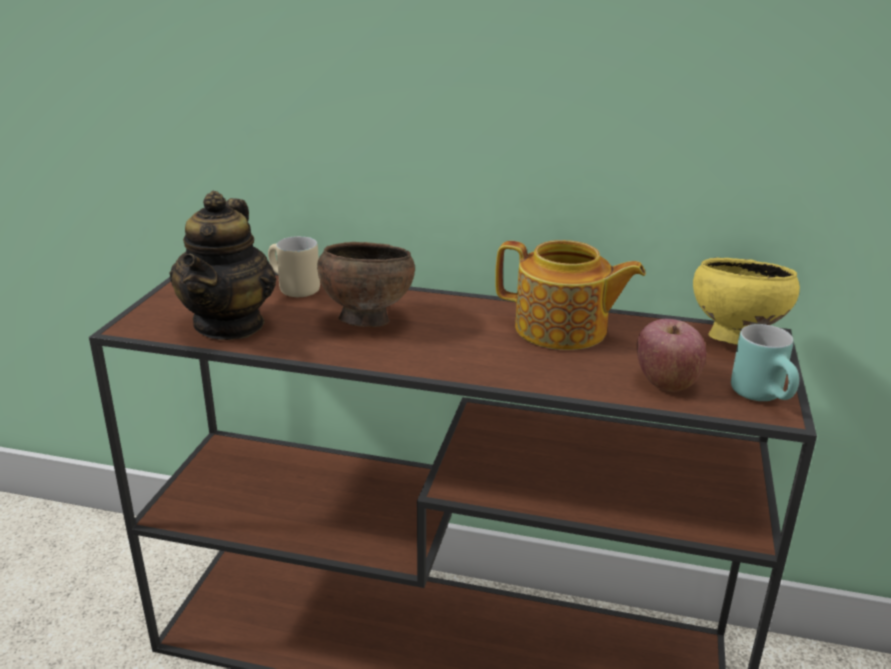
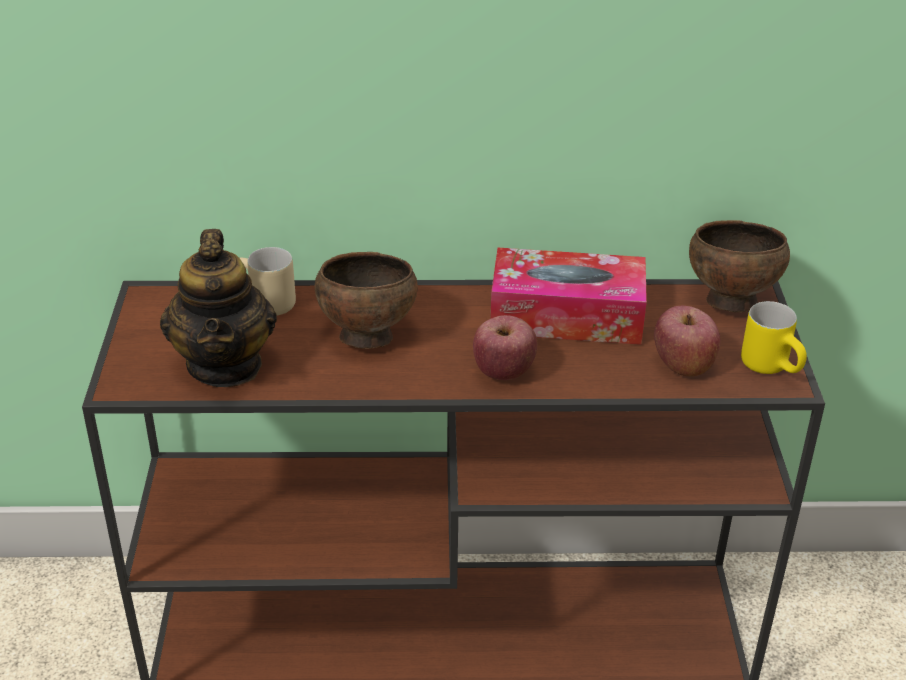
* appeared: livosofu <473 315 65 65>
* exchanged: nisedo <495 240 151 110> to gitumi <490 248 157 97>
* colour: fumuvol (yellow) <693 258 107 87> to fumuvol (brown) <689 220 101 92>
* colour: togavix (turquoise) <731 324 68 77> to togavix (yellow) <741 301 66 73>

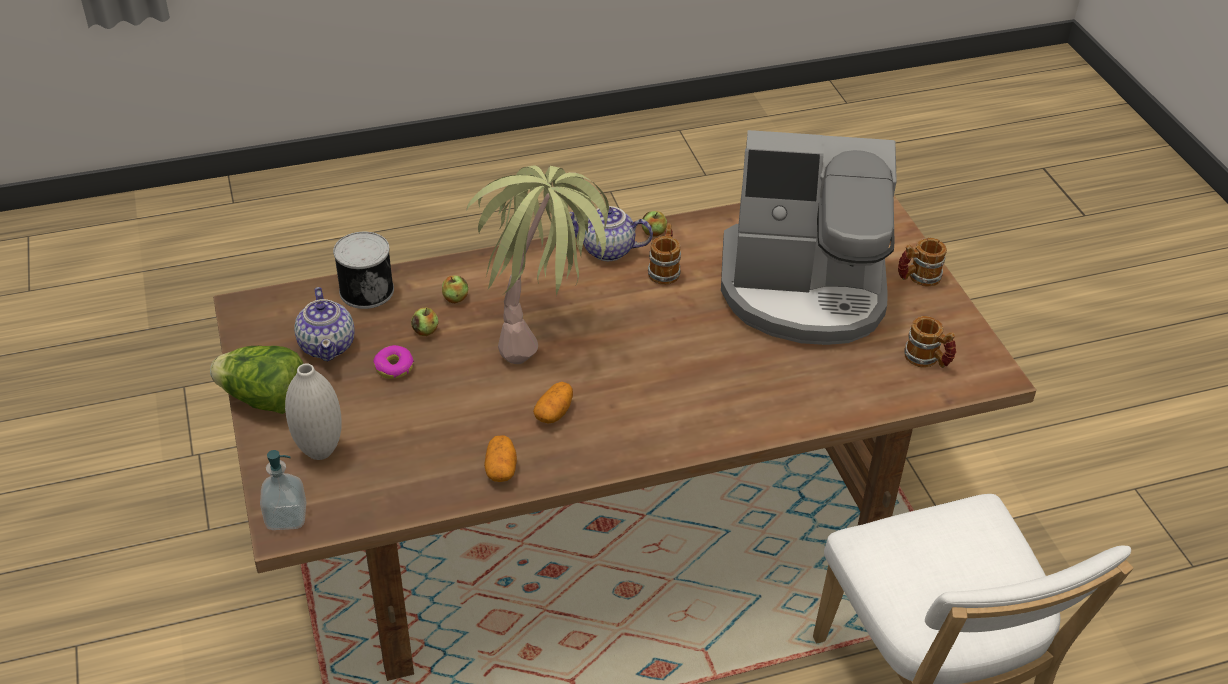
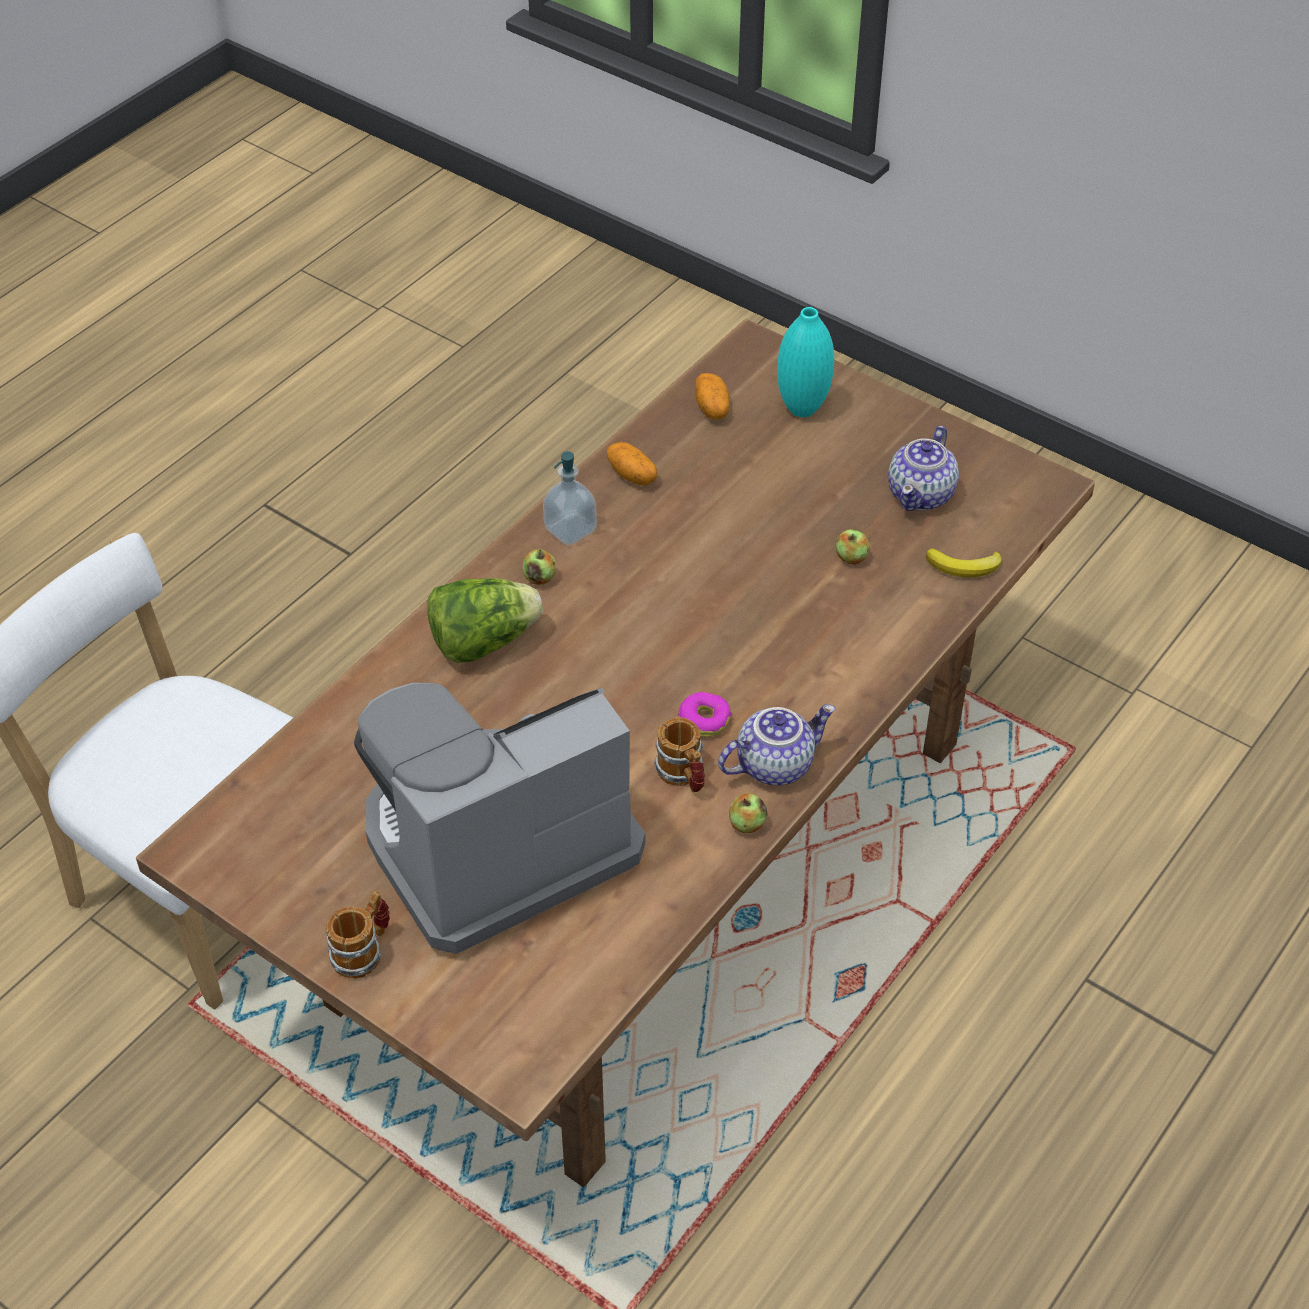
* missing: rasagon <466 165 149 199>
* missing: togavix <904 316 52 52>
* relocated: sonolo <210 346 94 68> to <427 578 116 85>
* relocated: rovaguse <260 450 46 80> to <543 451 54 94>
* relocated: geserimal <373 345 41 34> to <678 692 53 45>
* relocated: livosofu <442 275 26 28> to <522 549 34 36>
* relocated: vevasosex <533 382 40 42> to <695 373 35 47>
* exchanged: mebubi <333 232 61 77> to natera <926 548 76 29>
* colour: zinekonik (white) <285 363 57 97> to zinekonik (turquoise) <777 307 57 110>
* spun: nisedo <294 287 61 74> = <888 426 71 85> 105 degrees counterclockwise

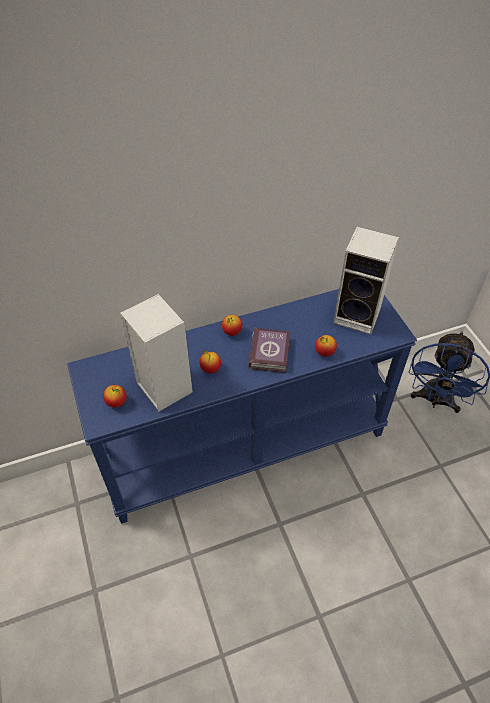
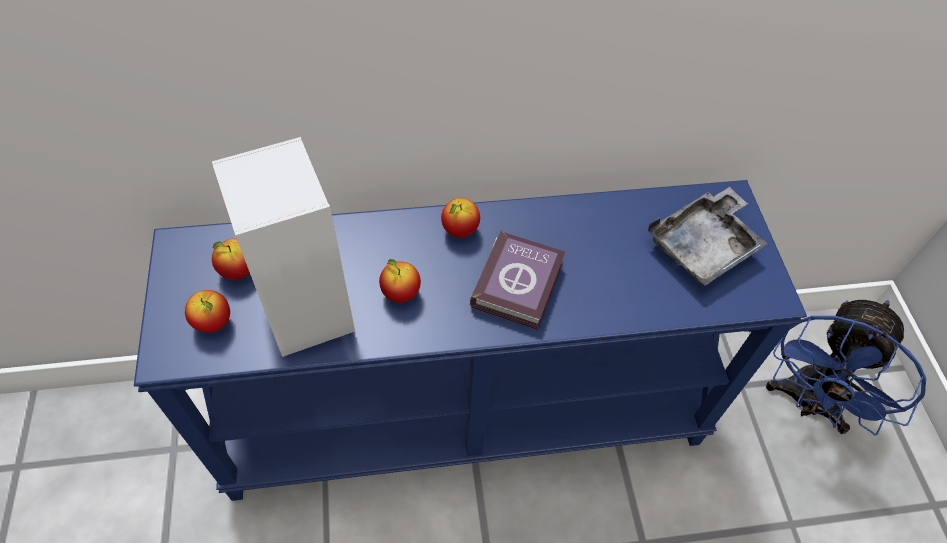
* relocated: livosofu <315 335 22 22> to <212 238 38 42>
* exchanged: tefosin <333 227 66 108> to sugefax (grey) <648 187 120 99>

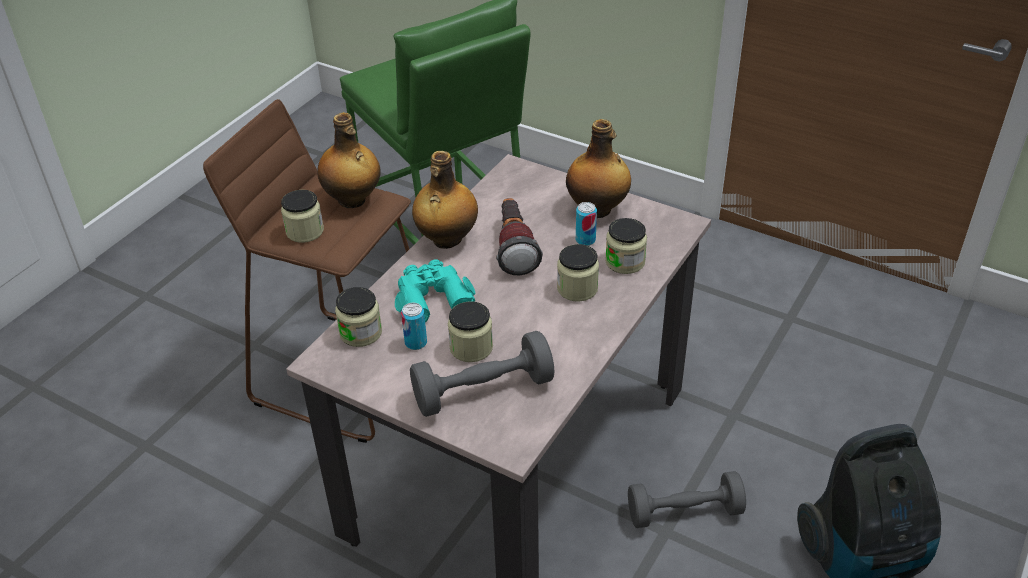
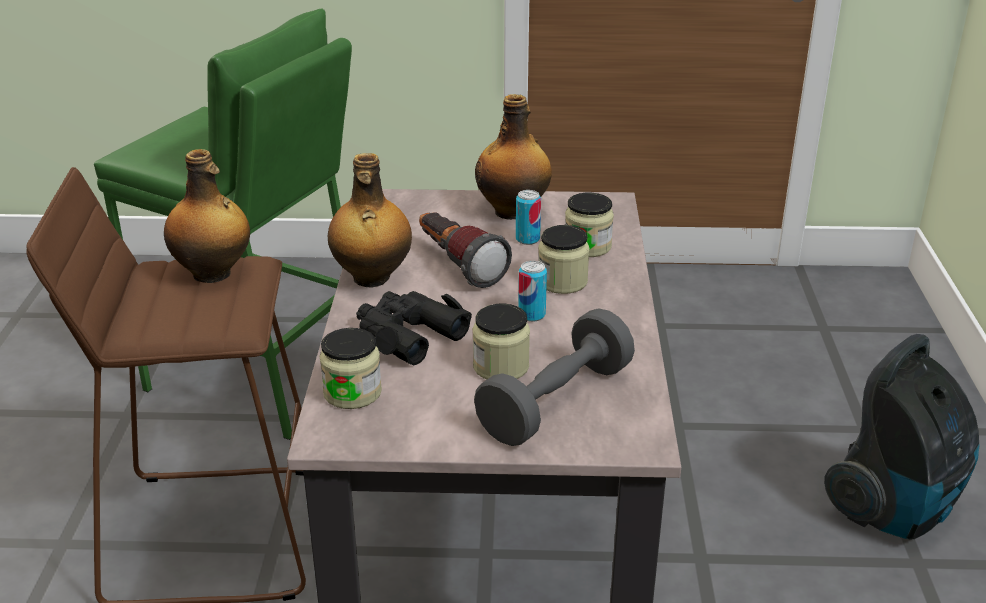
* missing: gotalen <281 190 43 53>
* missing: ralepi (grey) <628 471 118 57>
* relocated: mebubi <401 303 26 47> to <518 261 29 61>
* colour: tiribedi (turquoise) <395 259 80 63> to tiribedi (black) <356 291 116 74>

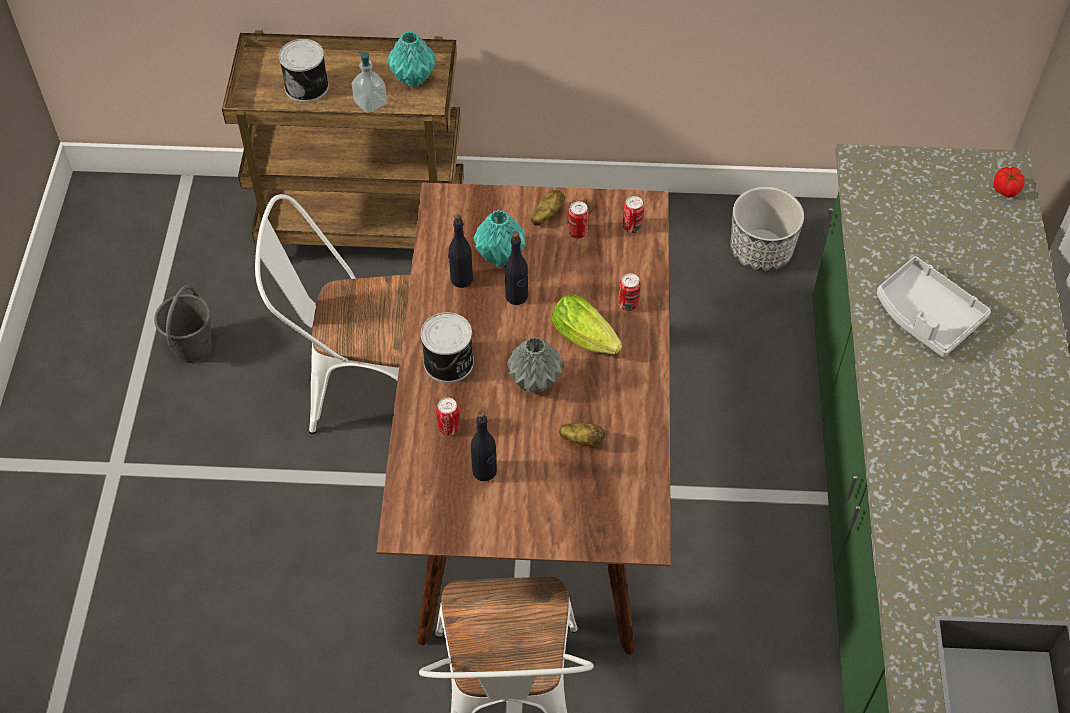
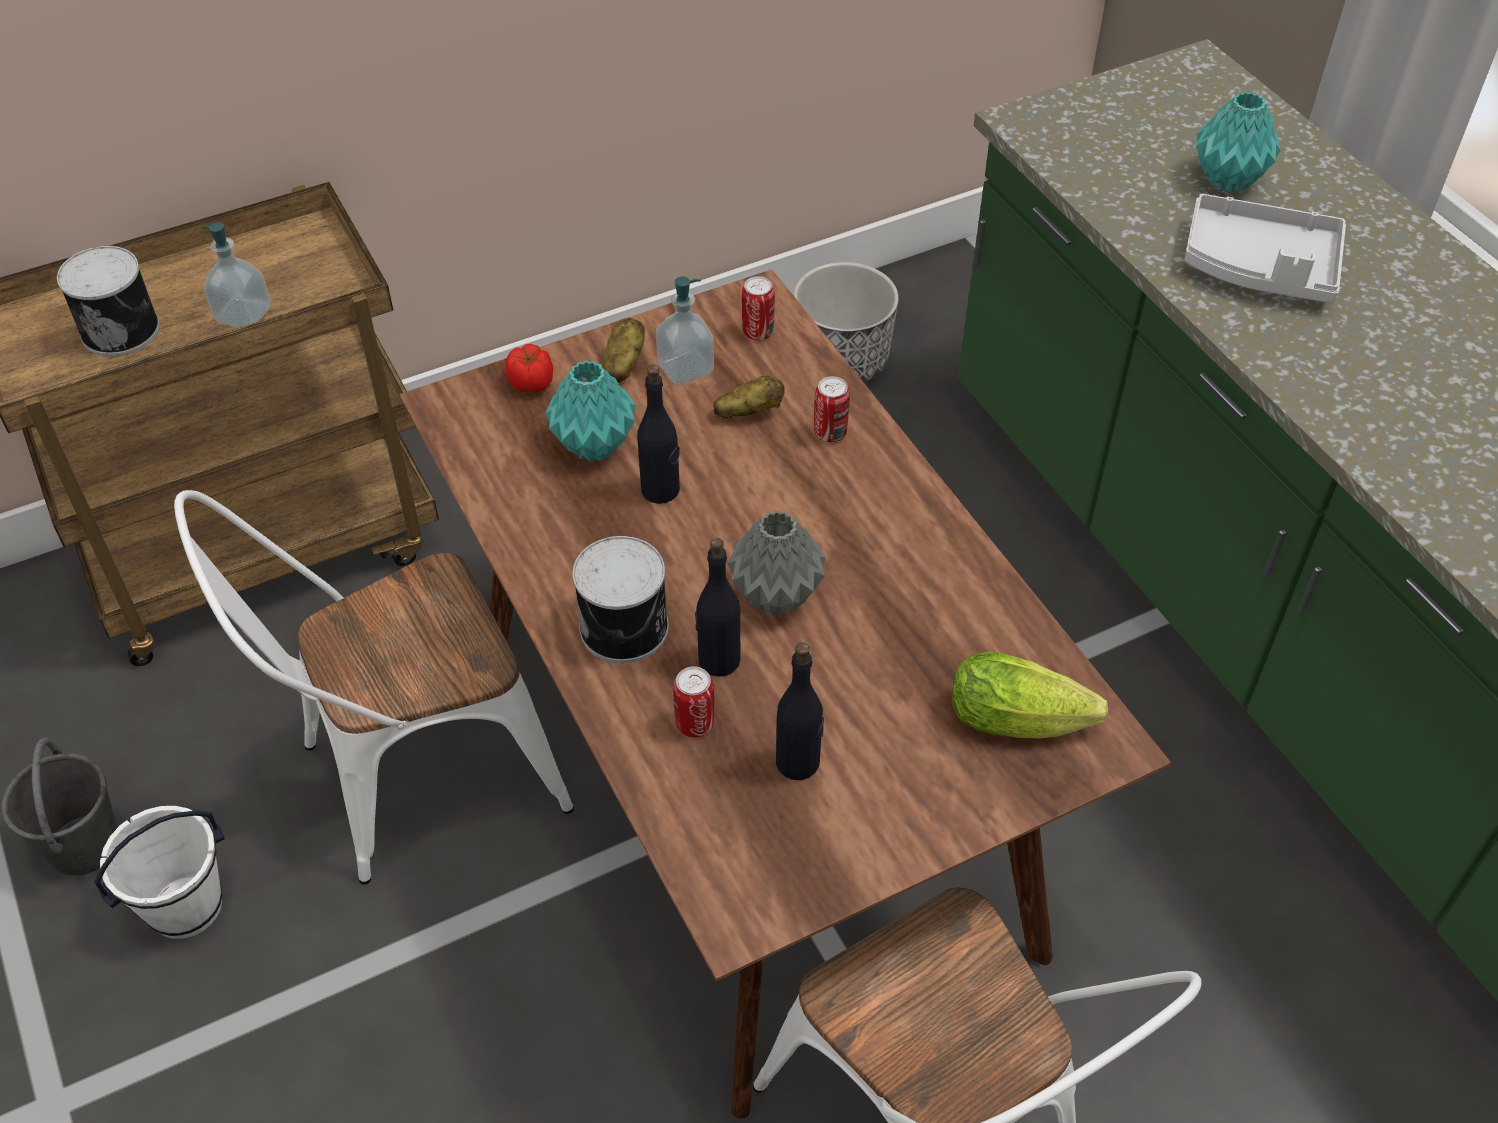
* appeared: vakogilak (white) <94 806 130 133>
* relocated: zinekonik (turquoise) <387 31 49 56> to <1196 91 85 102>
* relocated: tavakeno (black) <448 214 25 74> to <695 538 45 139>
* relocated: sonolo <552 294 71 60> to <952 651 156 87>
* relocated: vevasosex <559 423 46 24> to <714 375 71 43>
* relocated: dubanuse <994 167 31 30> to <505 344 48 49>
* exchanged: mebubi <568 201 21 38> to rovaguse <656 277 58 108>

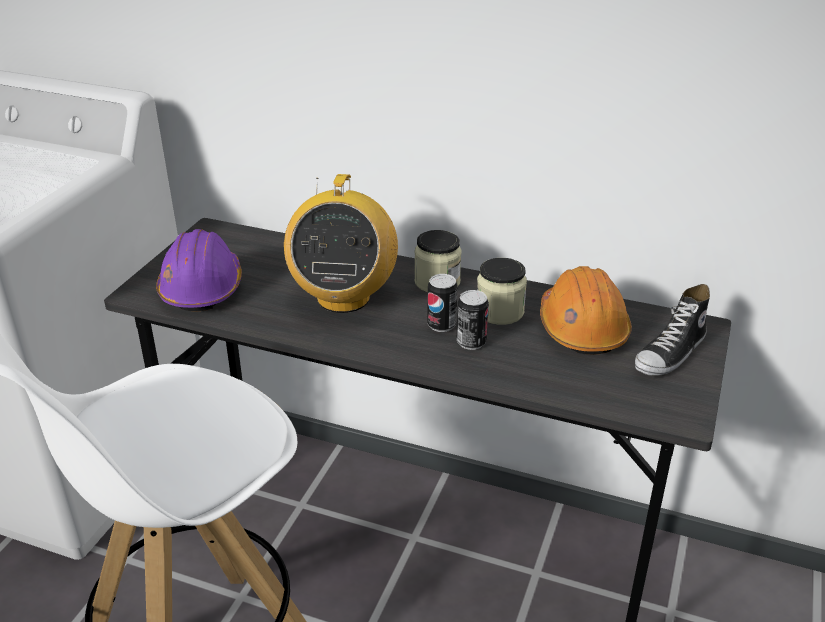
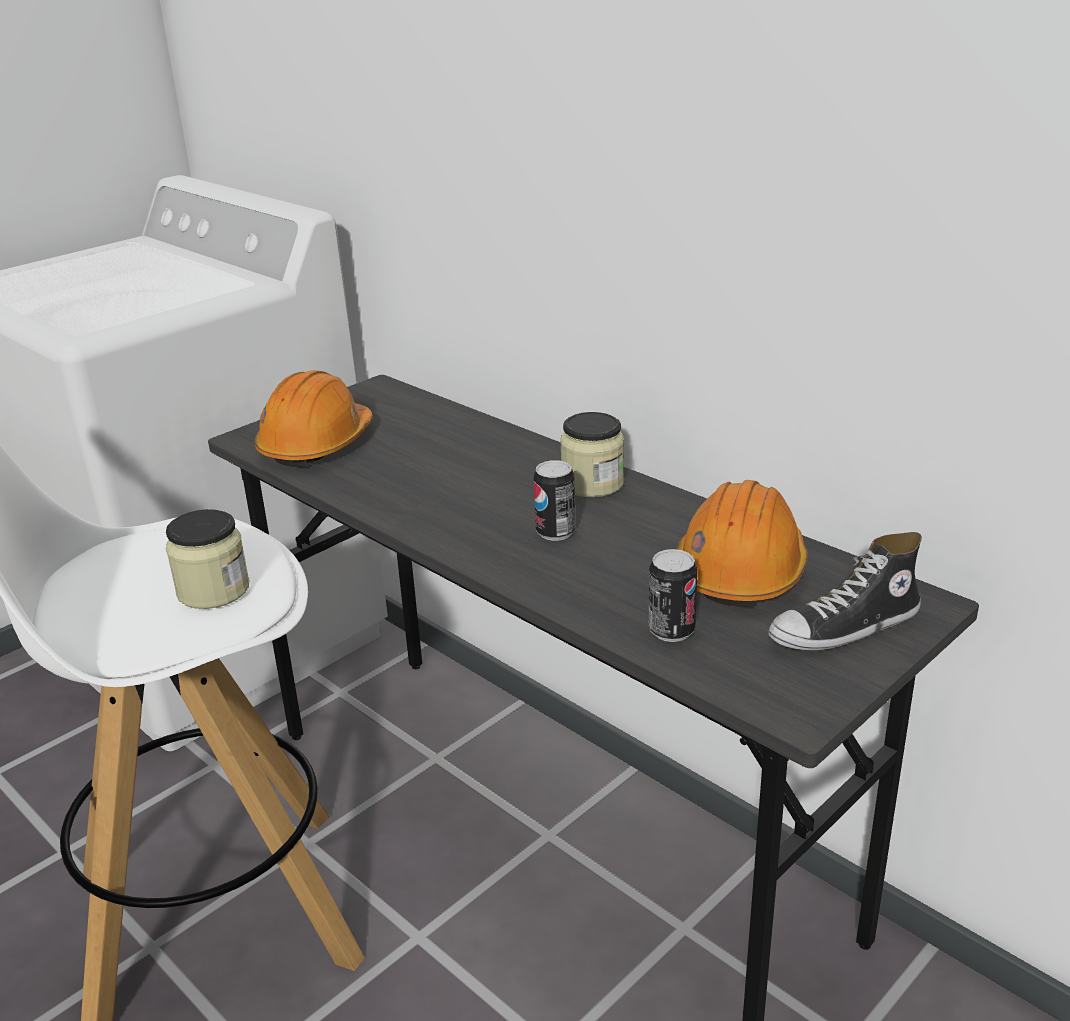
* missing: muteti <284 174 114 139>
* relocated: mebubi <457 290 32 60> to <648 549 49 93>
* relocated: gotalen <477 258 50 67> to <166 509 83 100>
* colour: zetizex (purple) <156 229 86 83> to zetizex (orange) <255 370 118 97>

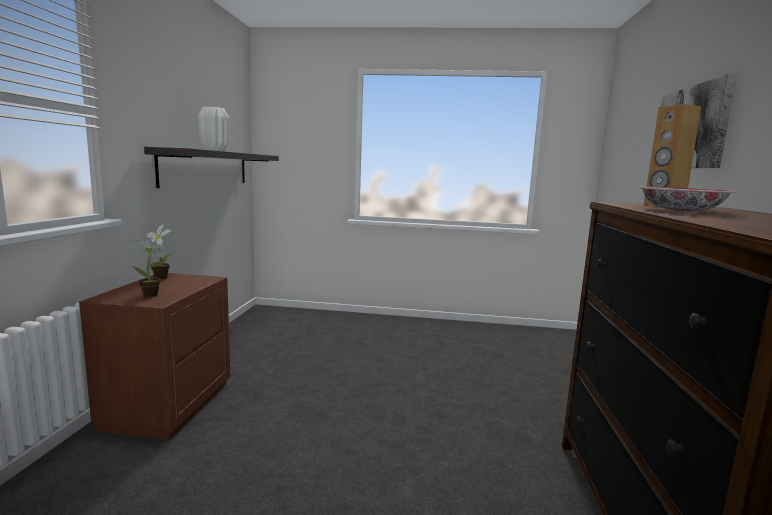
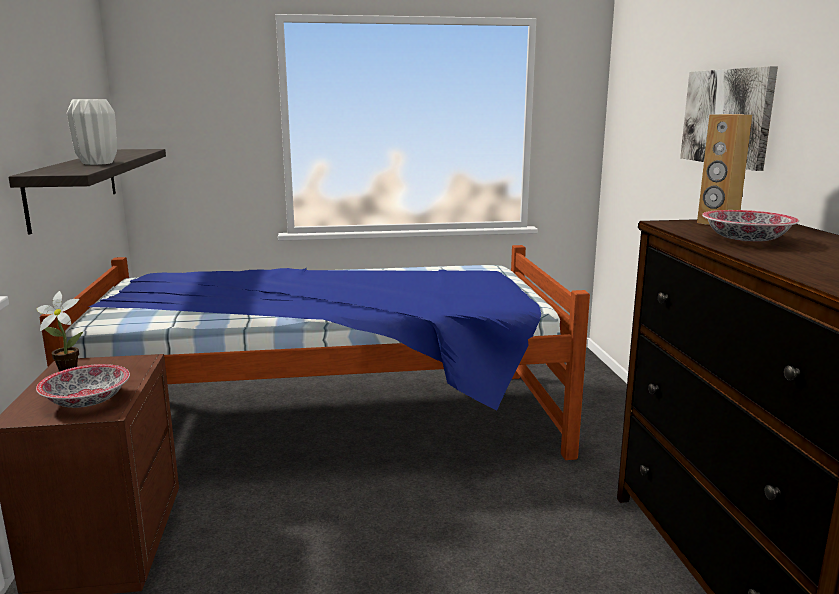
* appeared: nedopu <39 245 551 215>
* exchanged: rasagon <129 237 37 60> to fumuvol <36 364 94 44>

